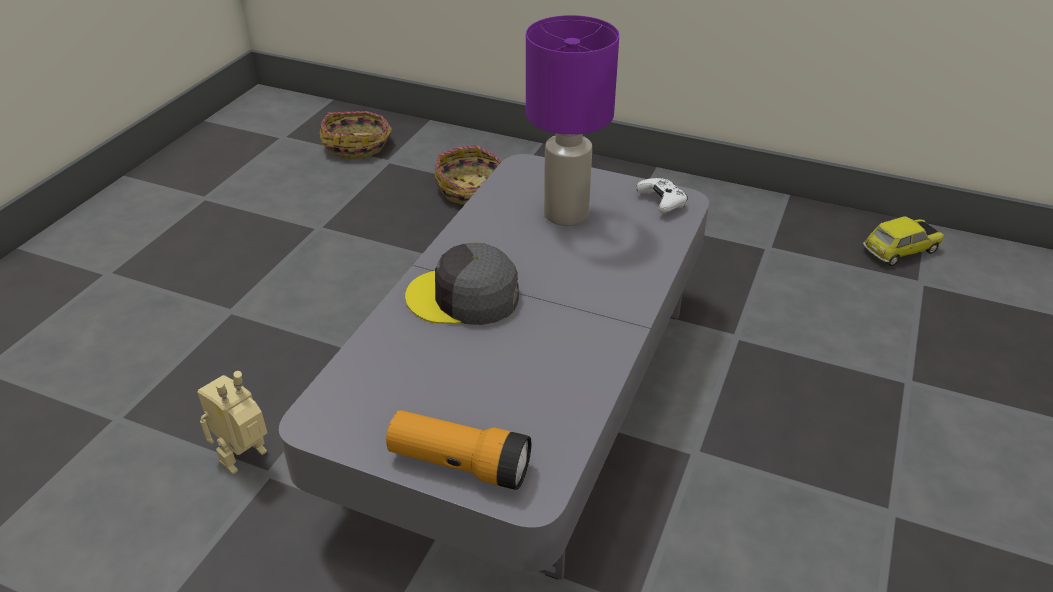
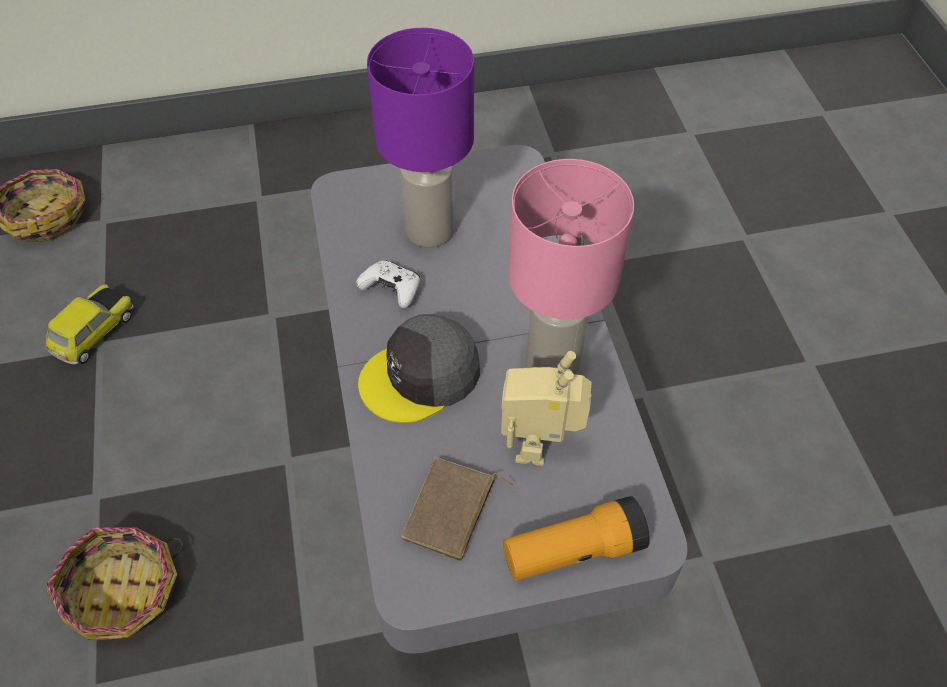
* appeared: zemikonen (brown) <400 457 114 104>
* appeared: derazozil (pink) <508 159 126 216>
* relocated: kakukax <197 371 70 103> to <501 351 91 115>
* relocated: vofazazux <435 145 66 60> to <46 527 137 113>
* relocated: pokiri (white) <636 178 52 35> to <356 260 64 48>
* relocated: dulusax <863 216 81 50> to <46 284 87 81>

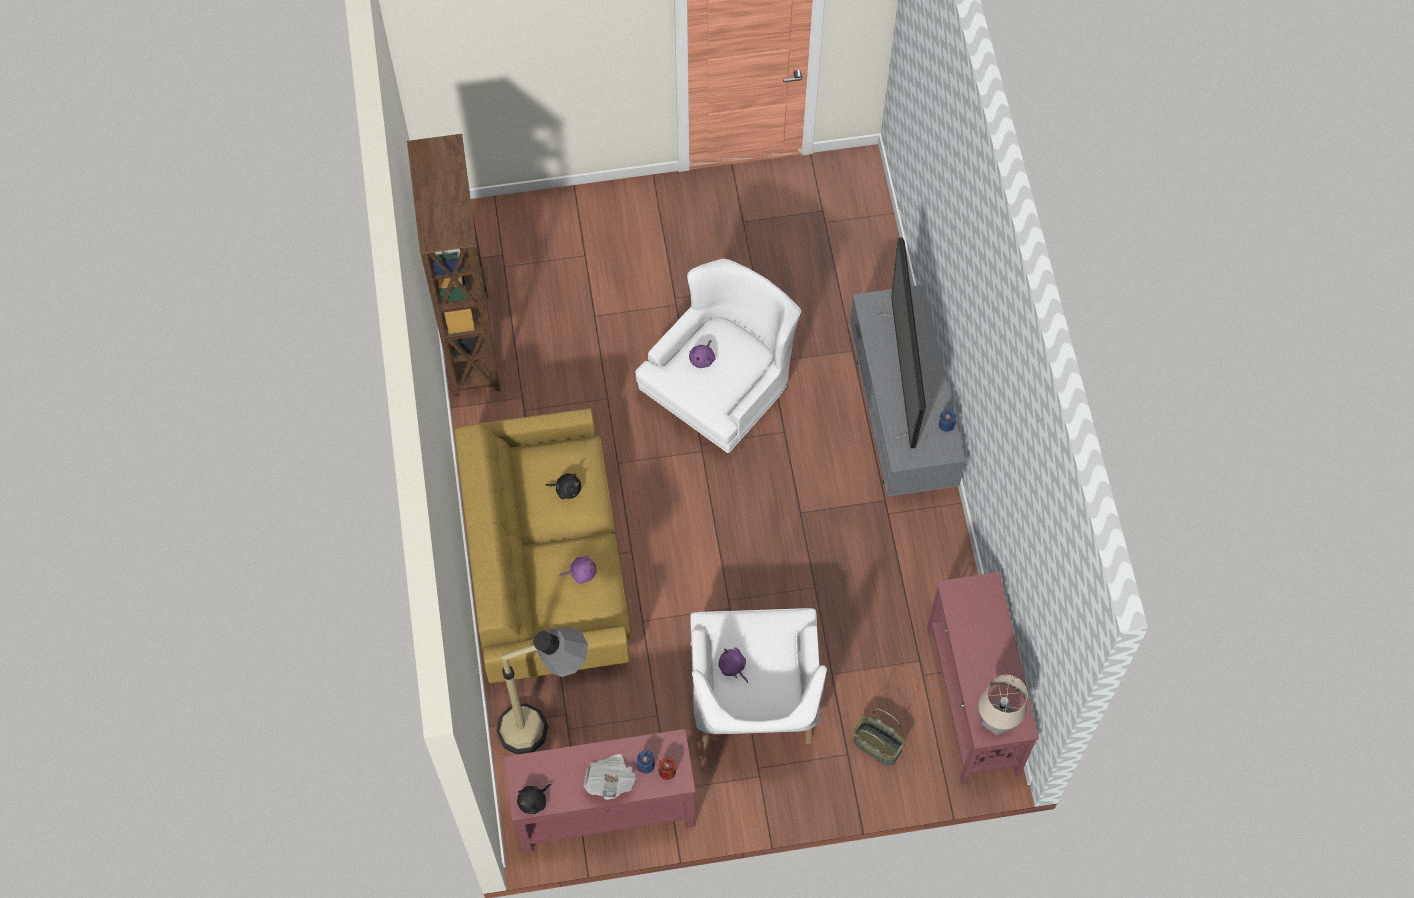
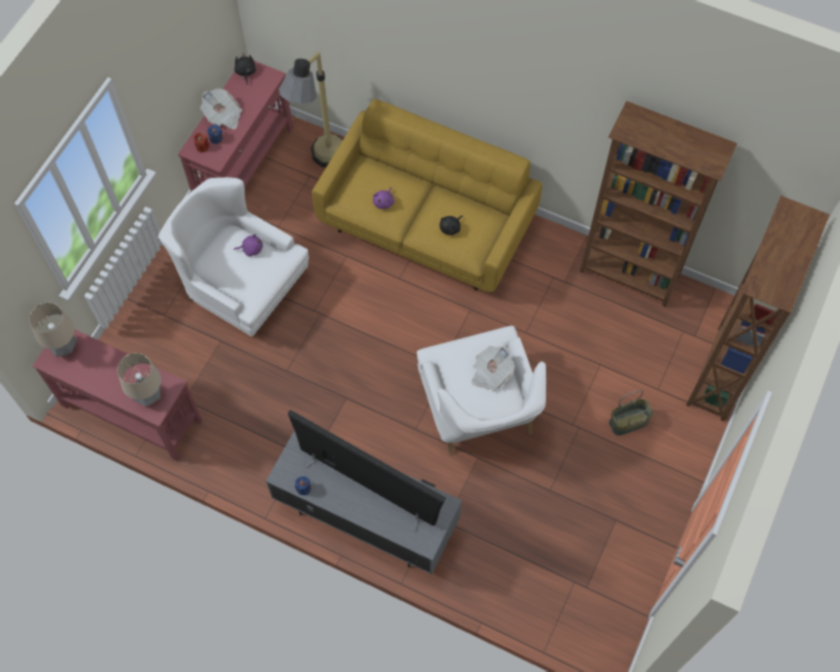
* appeared: derazozil <117 353 44 54>
* appeared: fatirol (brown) <686 196 144 225>
* relocated: vofazazux <853 708 52 58> to <609 390 44 46>
* exchanged: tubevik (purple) <689 340 27 28> to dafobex <471 346 44 46>

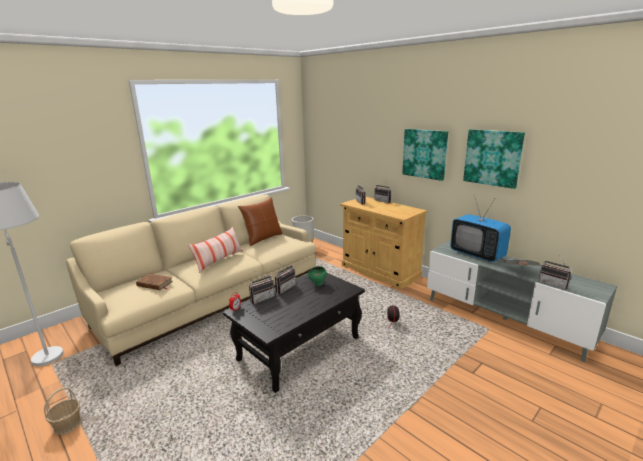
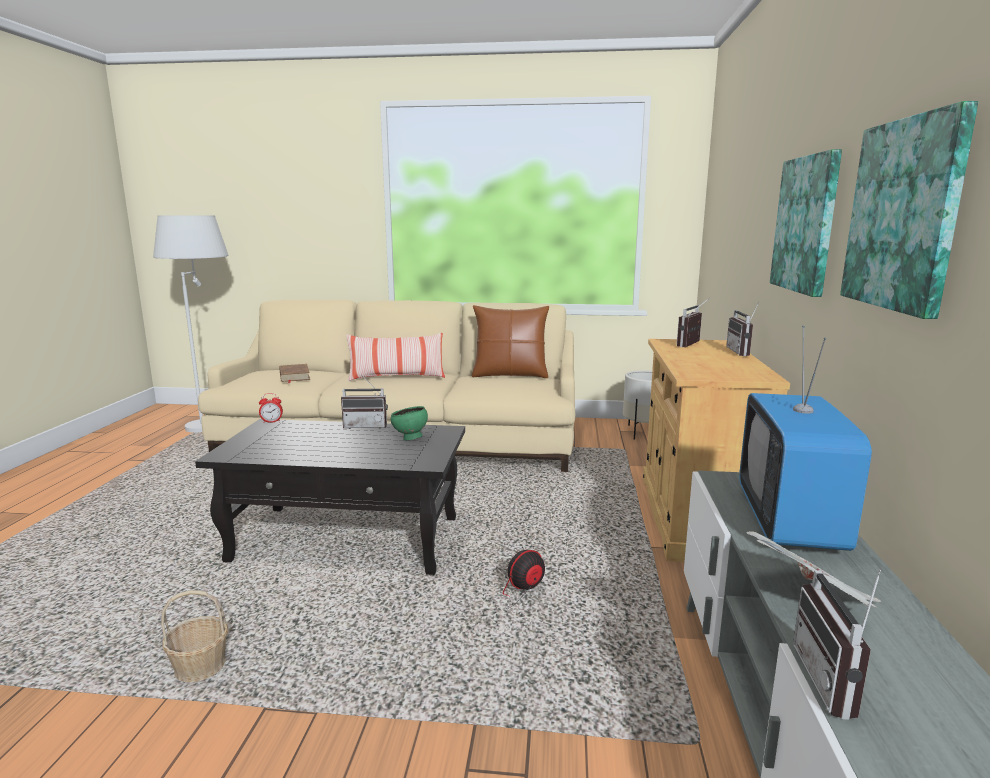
* missing: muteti <249 271 26 33>
* relocated: vofazazux <44 387 37 48> to <161 590 67 92>

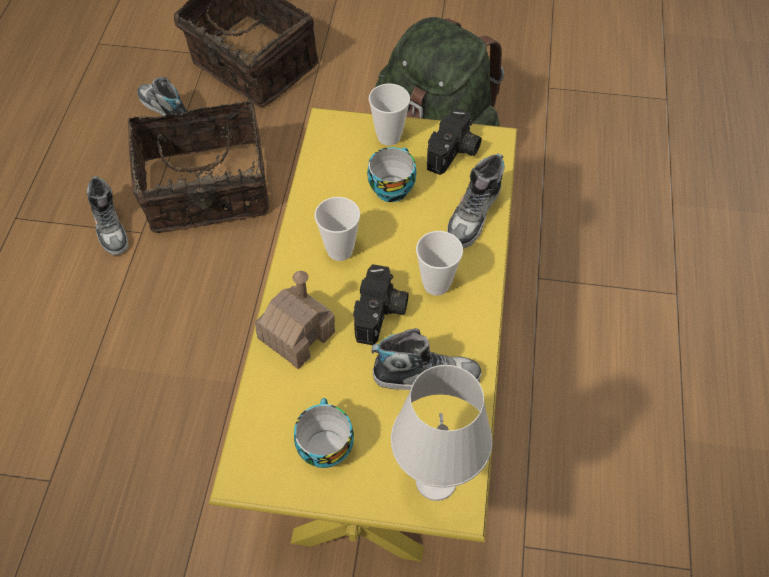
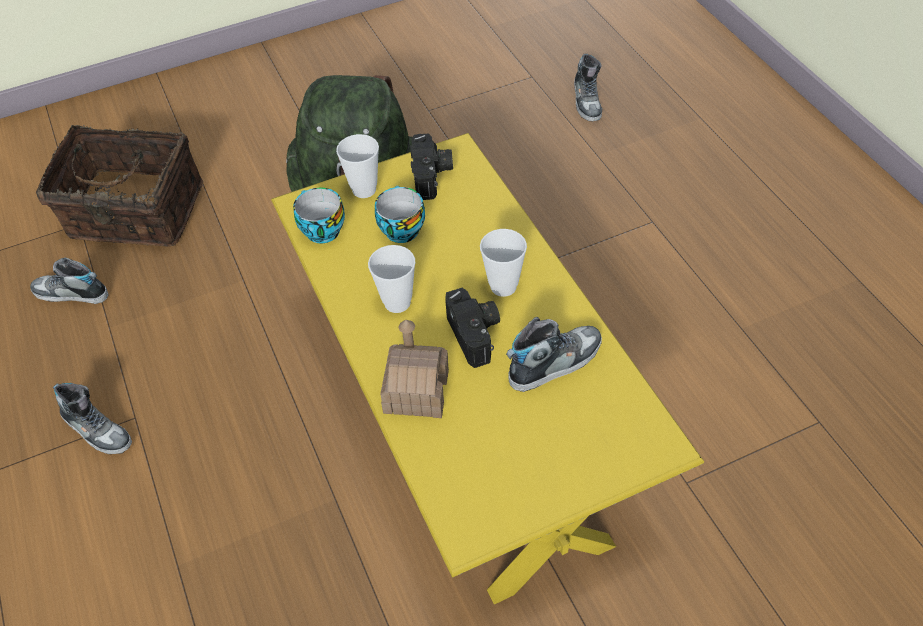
* missing: vofazazux <128 100 141 133>
* missing: derazozil (white) <391 365 102 136>
* relocated: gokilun <294 398 60 70> to <293 187 52 56>
* relocated: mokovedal <447 153 58 95> to <574 54 28 67>

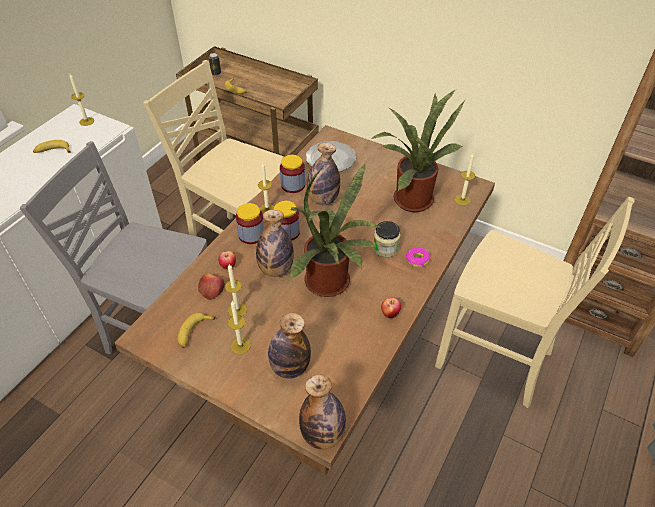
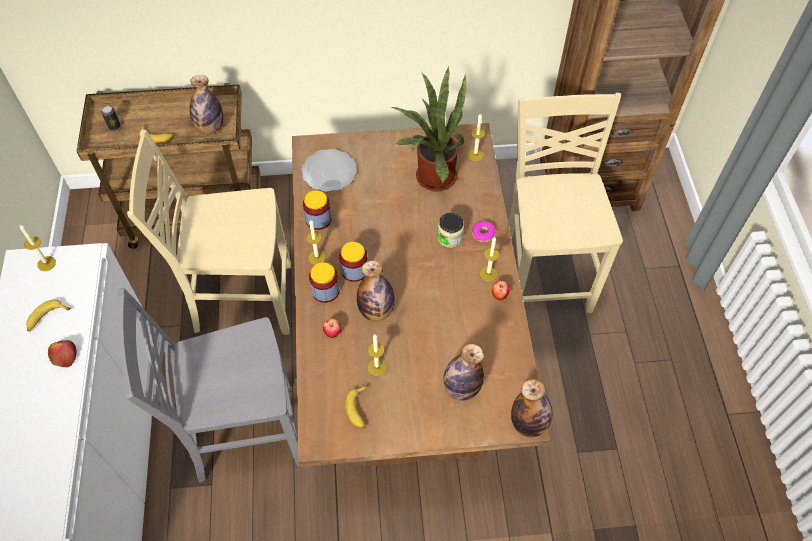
* missing: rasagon <289 164 93 133>
* relocated: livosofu <198 273 27 27> to <48 340 29 27>
* relocated: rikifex <228 301 23 53> to <480 236 19 46>
* relocated: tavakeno <307 143 33 62> to <190 75 33 59>
* spun: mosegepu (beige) <435 197 199 211> = <508 93 115 220> 90 degrees counterclockwise

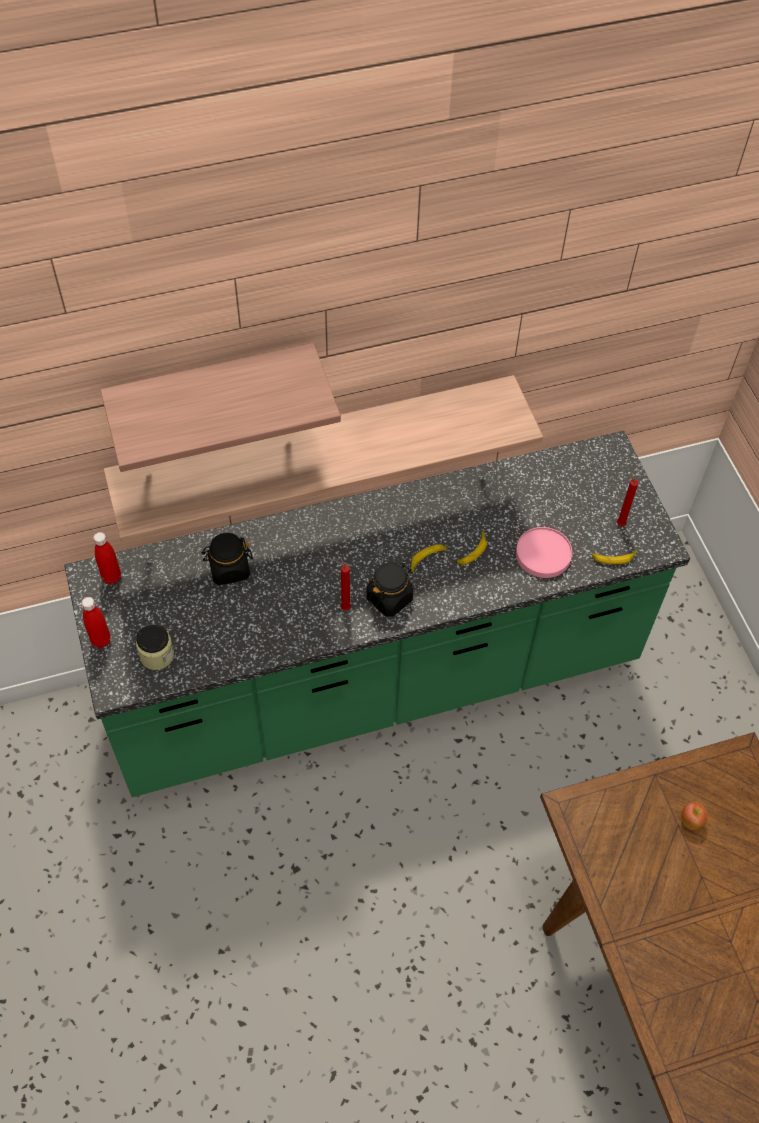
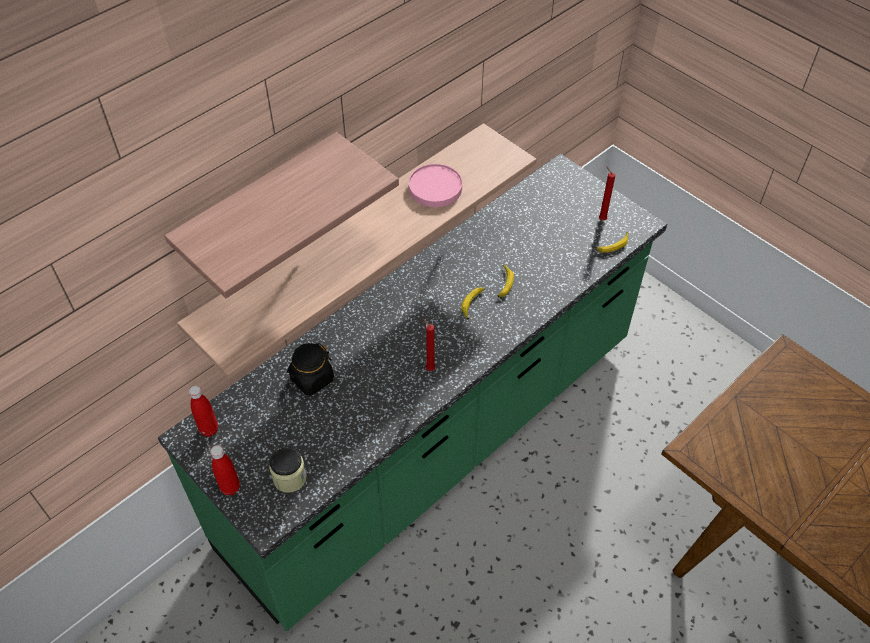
* missing: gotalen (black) <366 563 47 54>
* missing: livosofu <681 802 27 28>
* relocated: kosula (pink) <516 527 56 51> to <409 164 53 43>

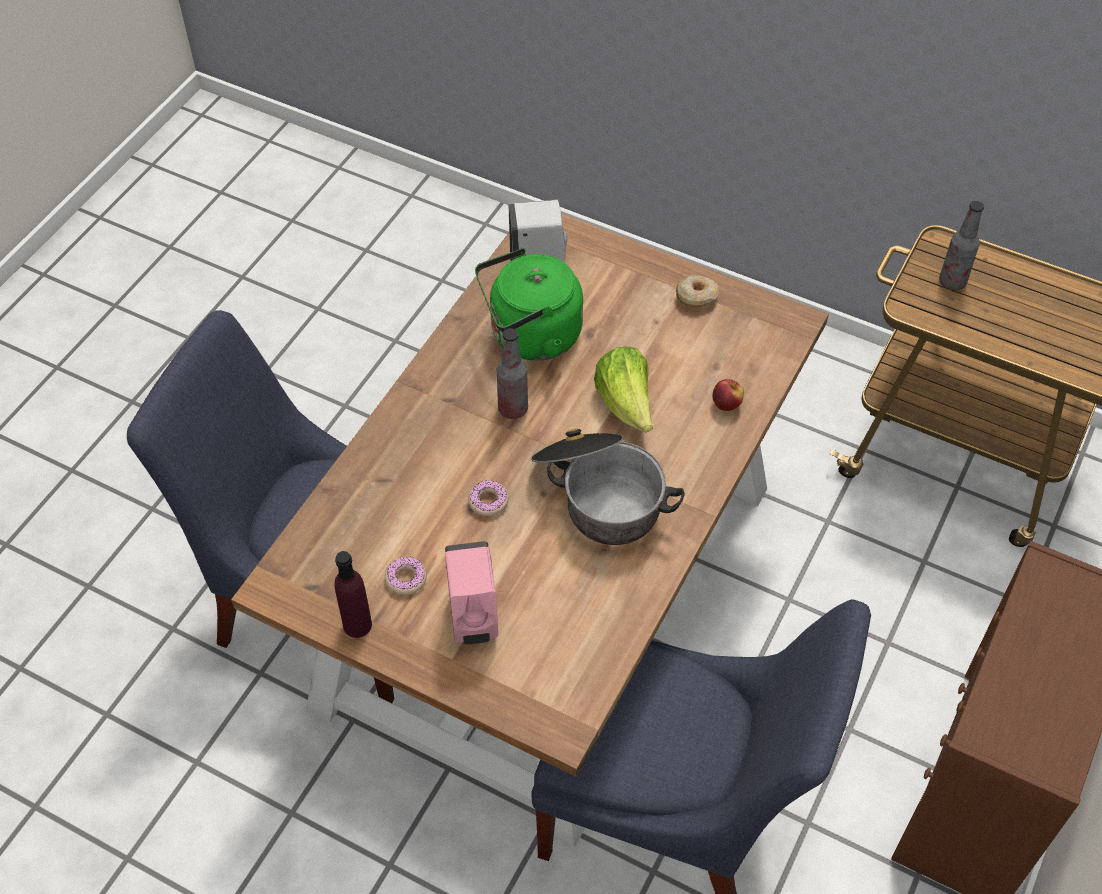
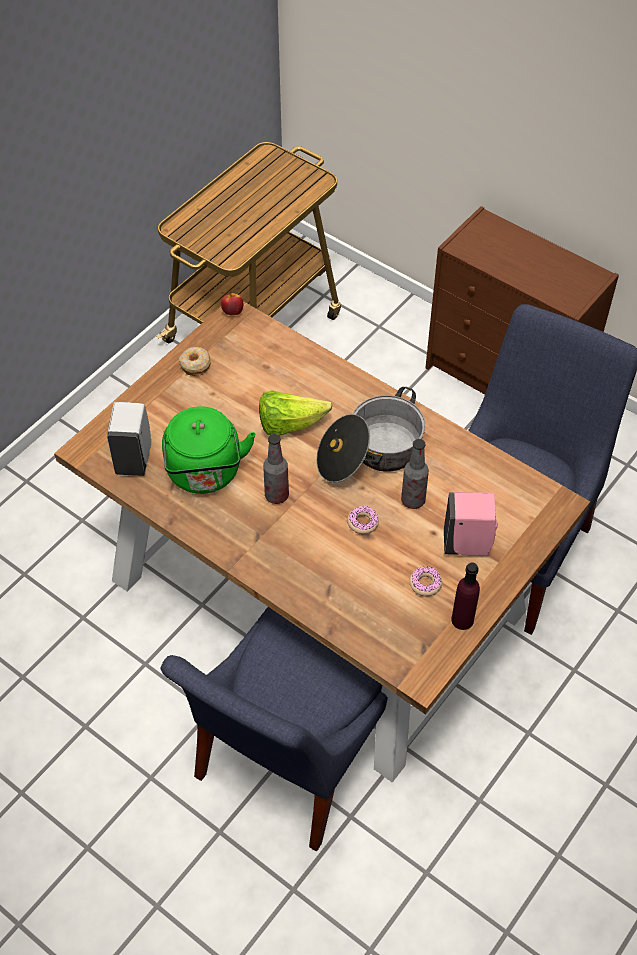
* relocated: livosofu <712 379 32 32> to <221 292 22 23>
* relocated: tavakeno <939 201 45 89> to <401 439 28 70>

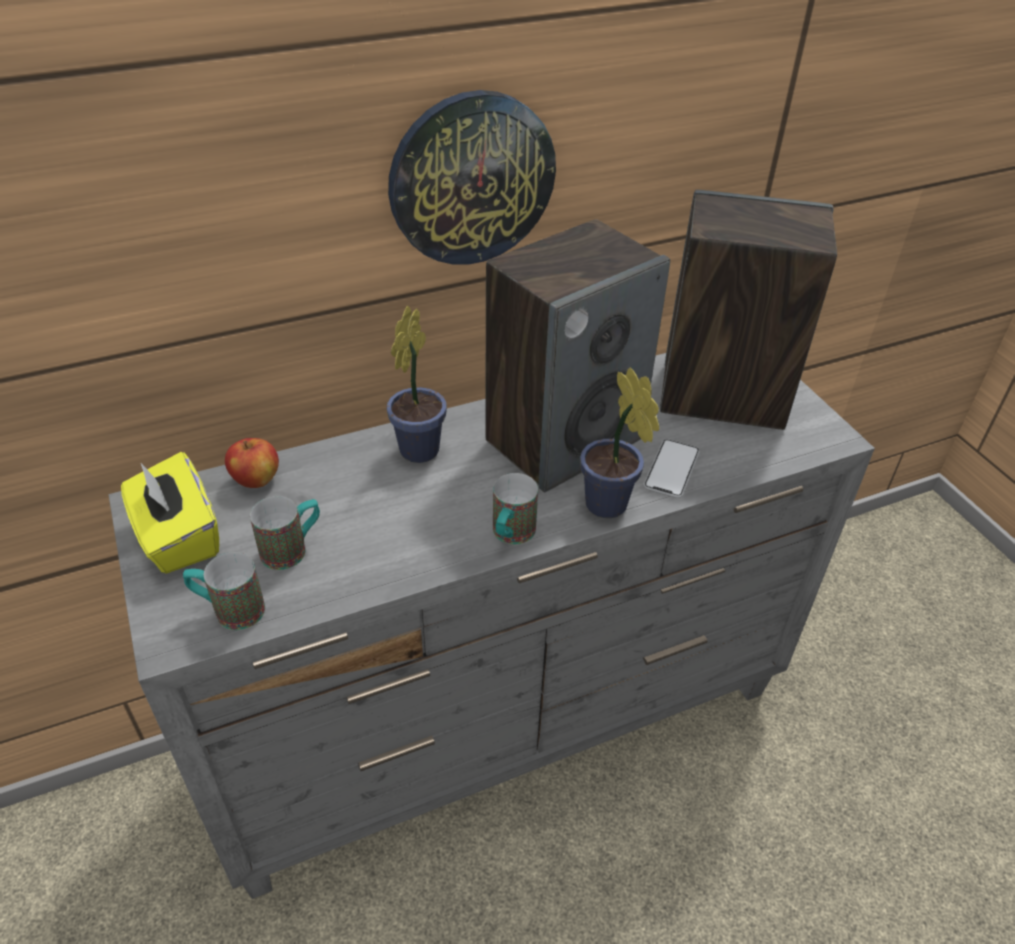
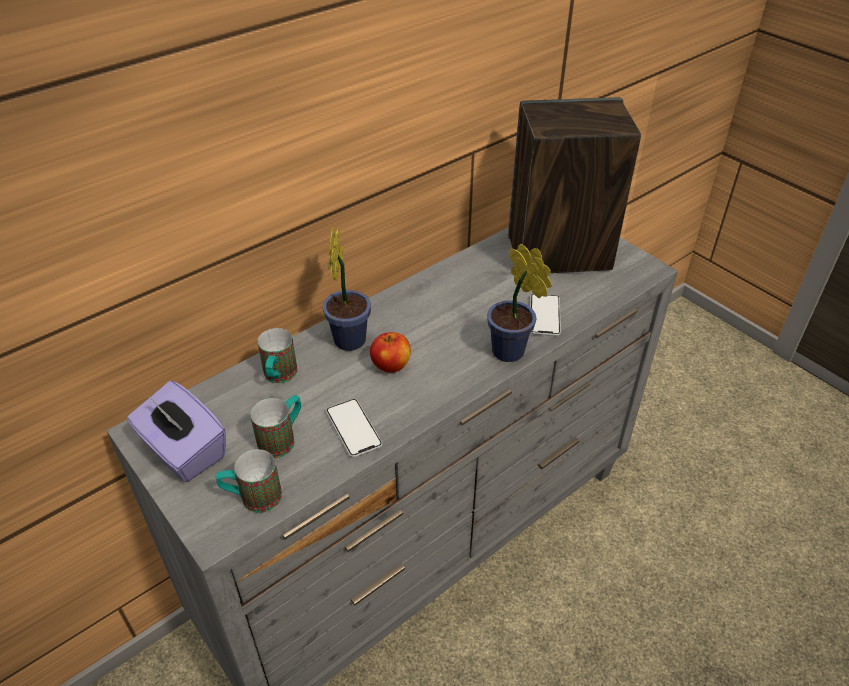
* missing: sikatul <388 90 168 175>
* missing: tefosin <485 219 185 273>
* appeared: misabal <326 399 57 58>
* relocated: livosofu <225 438 54 50> to <370 332 41 41>
* relocated: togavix <493 473 45 71> to <258 328 40 55>
* colour: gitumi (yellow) <121 452 98 122> to gitumi (purple) <127 381 99 101>

